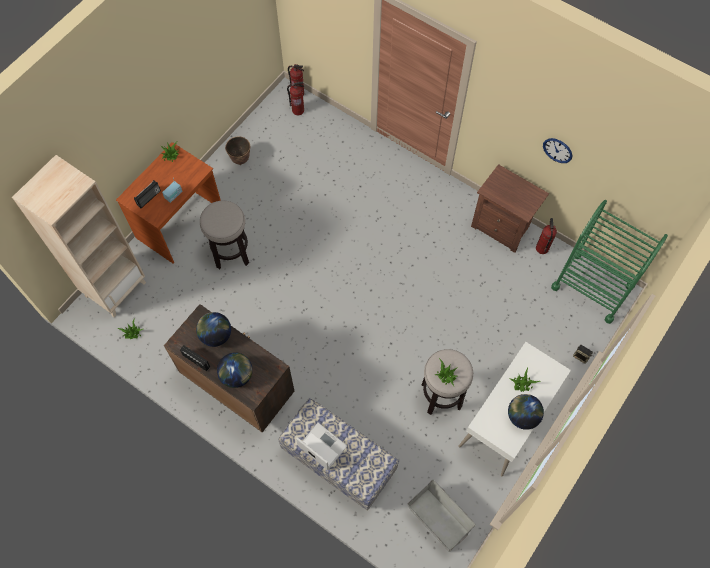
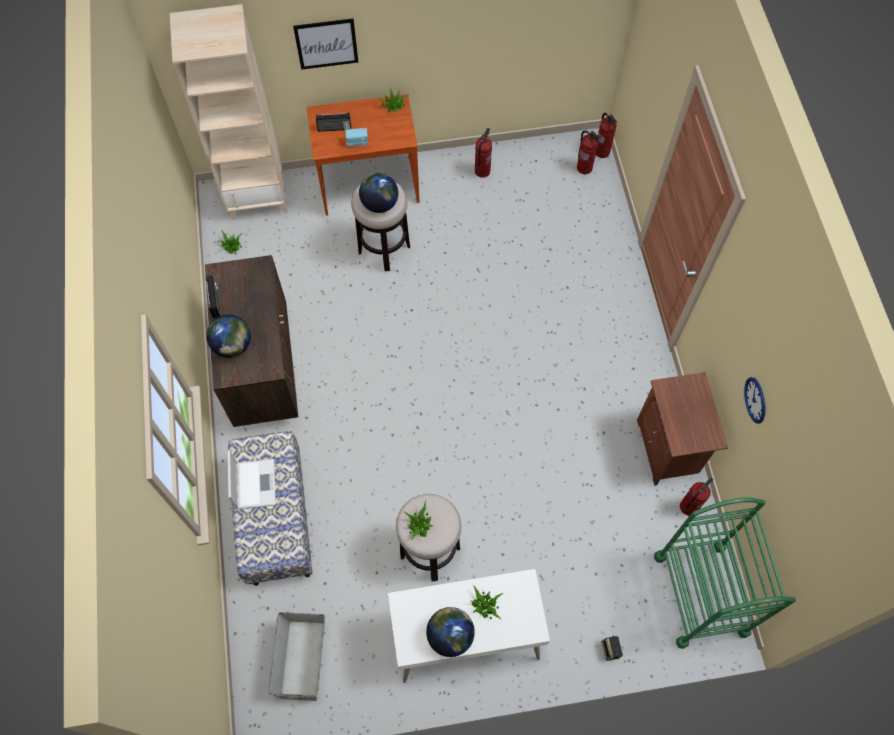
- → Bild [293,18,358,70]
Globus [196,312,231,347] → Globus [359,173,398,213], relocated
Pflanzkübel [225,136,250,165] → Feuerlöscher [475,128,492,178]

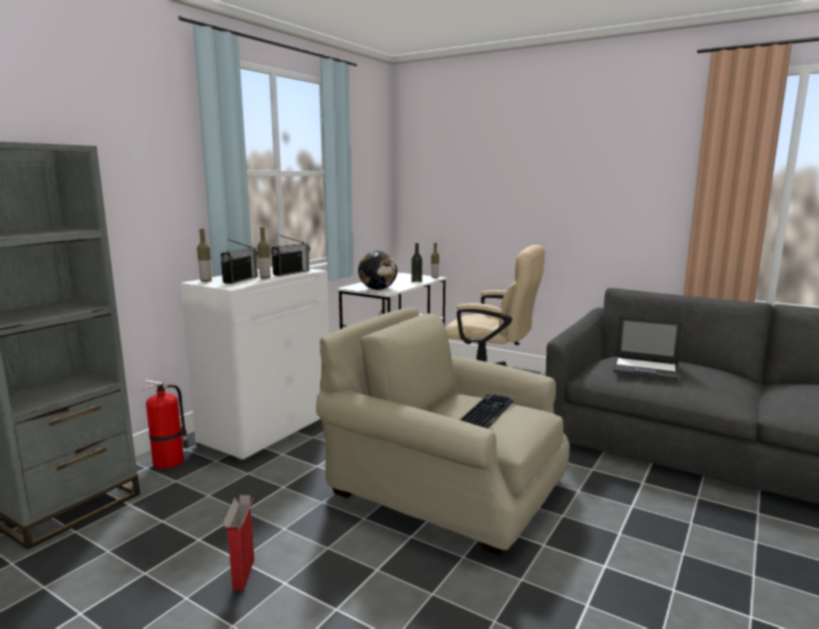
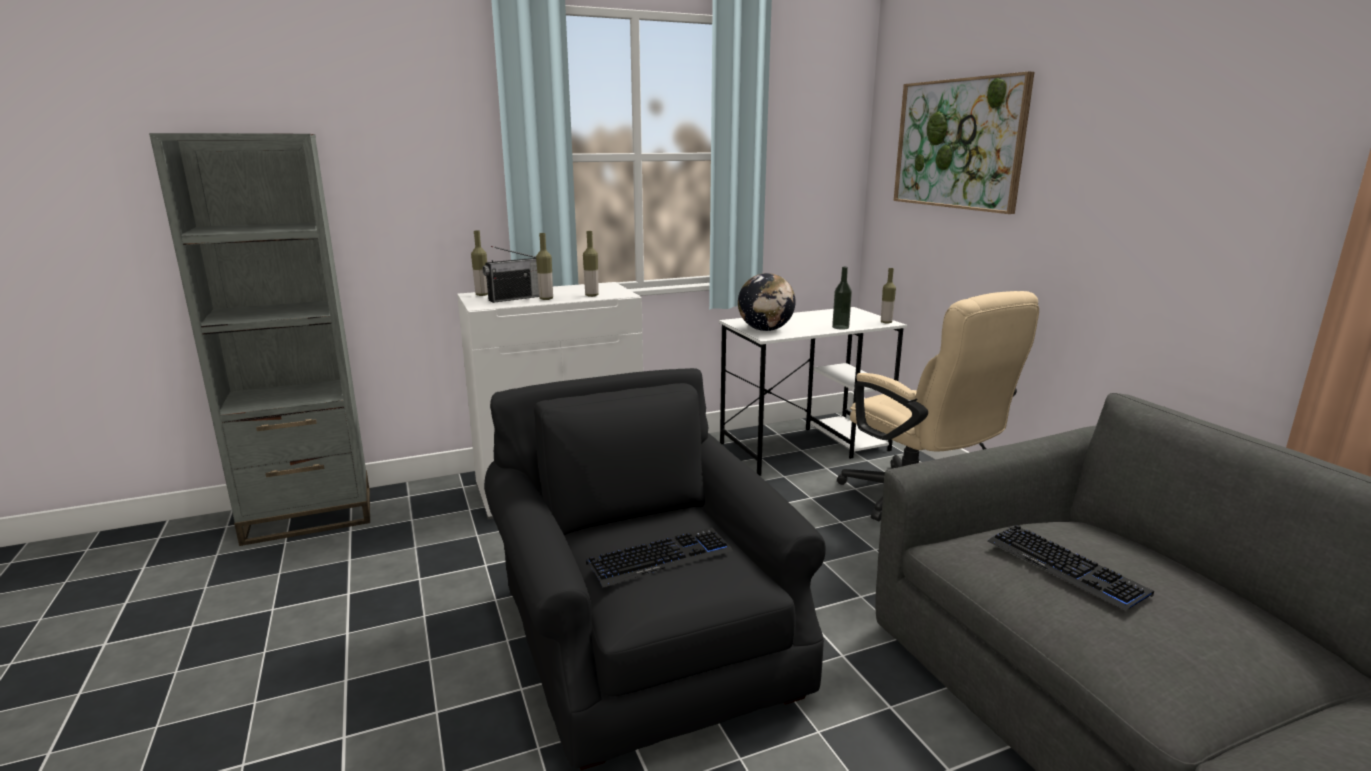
Sessel (beige) [316,307,569,555] → Sessel (schwarz) [484,368,826,770]
Radio [271,234,310,276] → Flasche [583,231,599,297]
- → Bild [894,72,1034,214]
Laptop [613,316,682,380] → Tastatur [987,525,1154,611]
Feuerlöscher [143,379,189,469] → -
Karton [223,495,254,590] → -

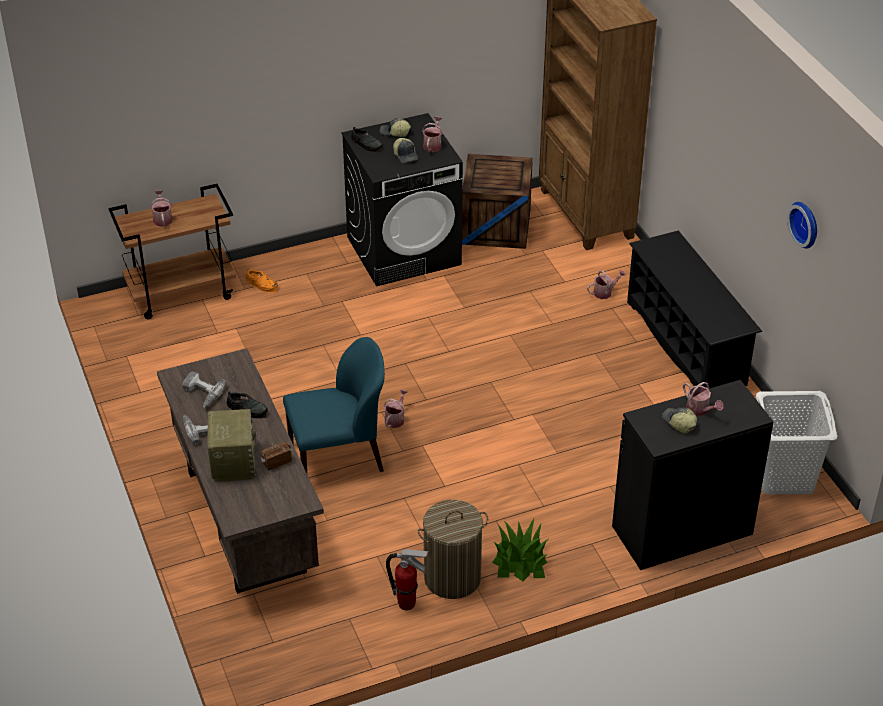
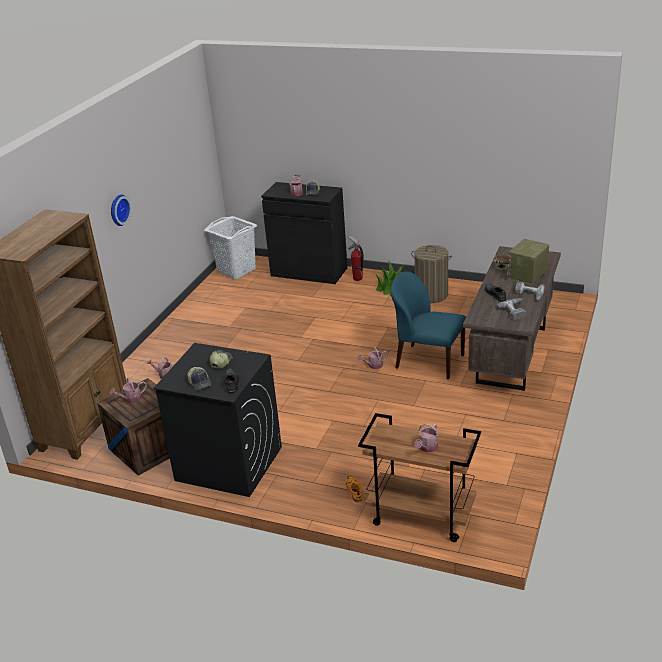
Gießkanne [422,117,443,152] → Gießkanne [110,378,147,403], relocated
Wanduhr [787,202,817,249] → Wanduhr [111,194,131,226], relocated
Feuerlöscher [386,549,429,611] → Feuerlöscher [347,235,364,281], relocated
Schuhregal (schwarz) [627,230,762,388] → -

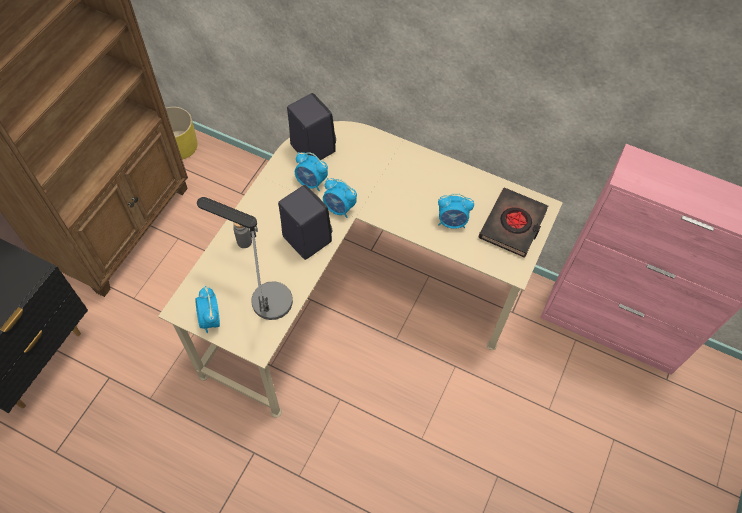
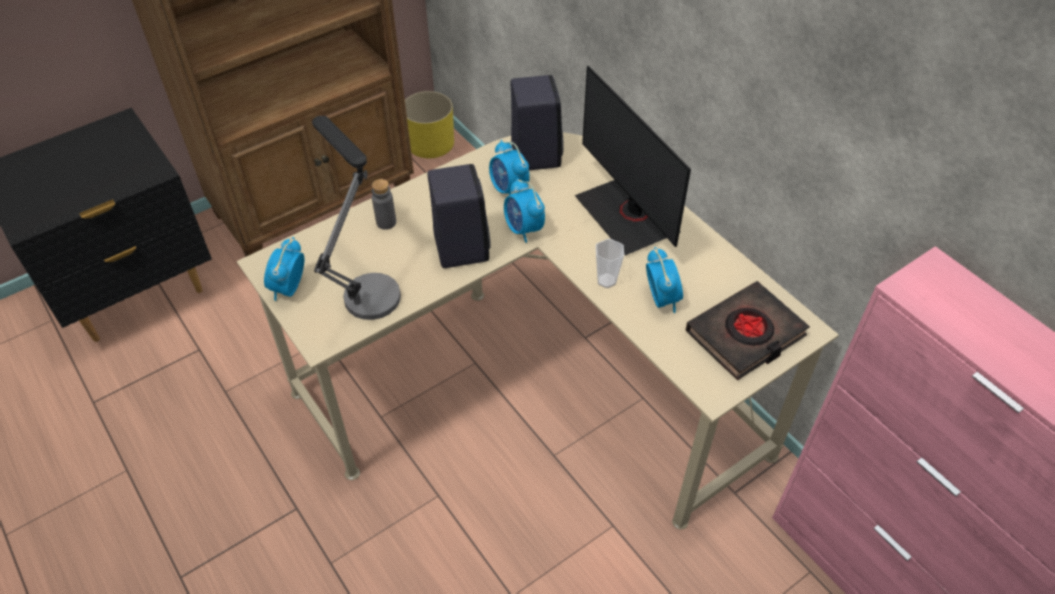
- → Monitor [575,66,691,256]
- → Tasse [596,239,624,288]
Wecker [438,193,474,229] → Wecker [646,247,683,313], 135 degrees counterclockwise

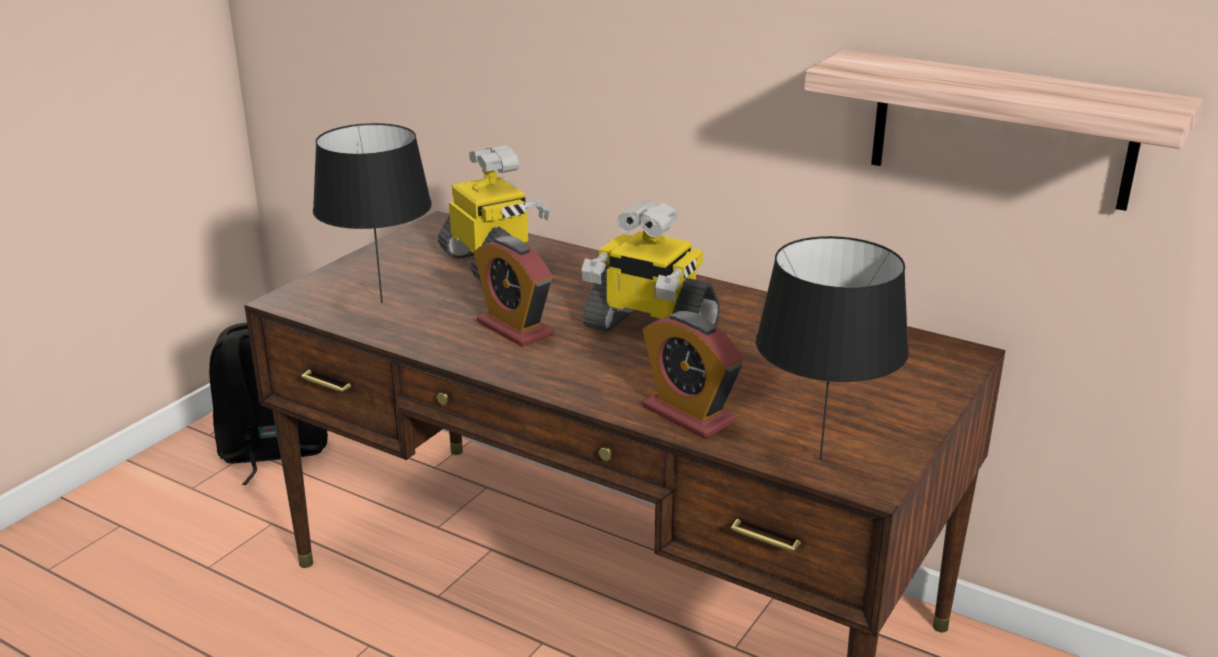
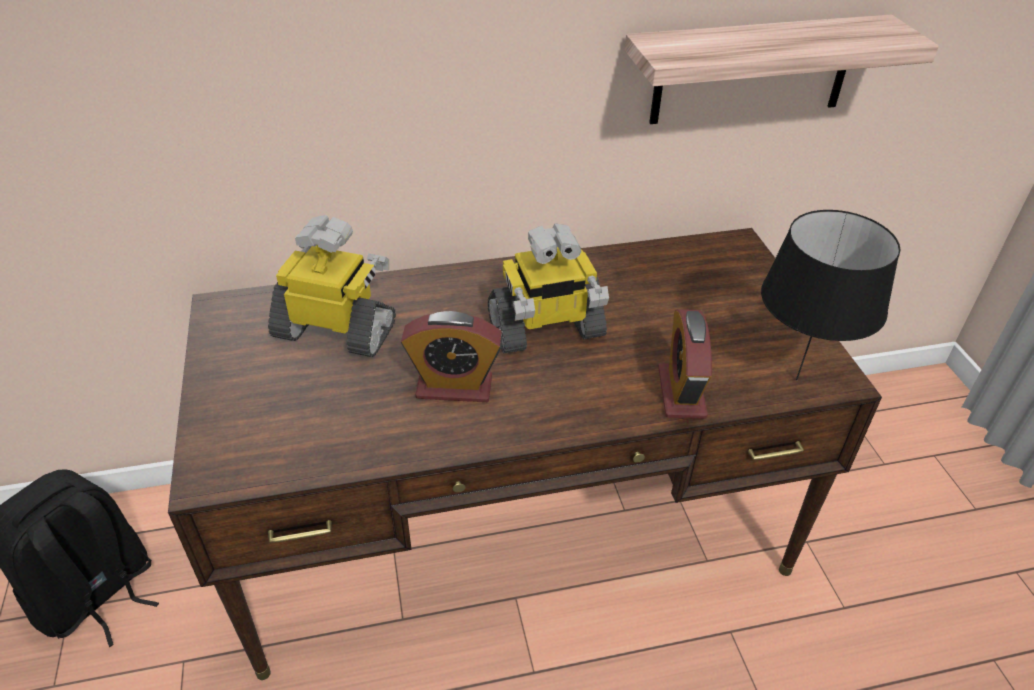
Wecker [642,311,743,438] → Wecker [658,309,712,419], 90 degrees clockwise
Tischlampe (schwarz) [313,123,432,303] → -

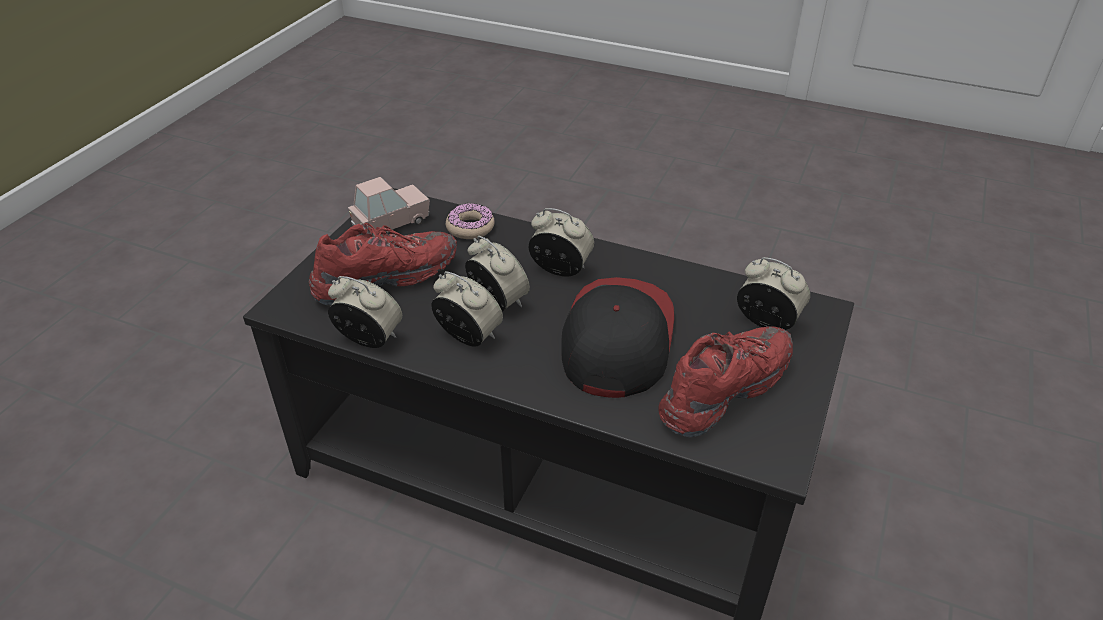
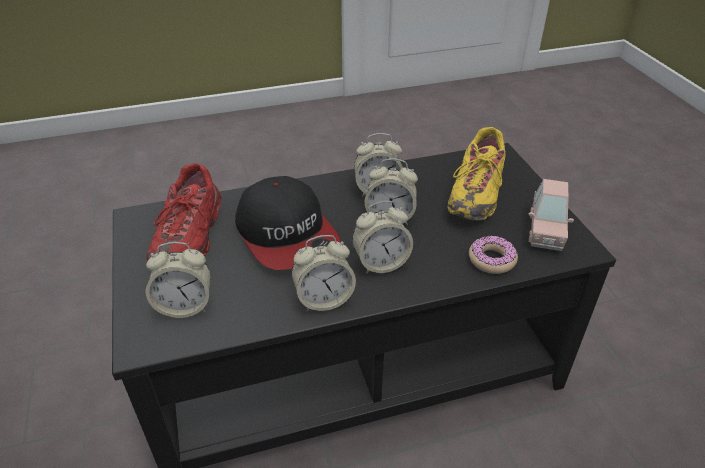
Wecker [328,276,402,348] → Wecker [292,235,356,311], relocated
Schuh (rot) [309,223,457,306] → Schuh (gelb) [447,127,505,221]

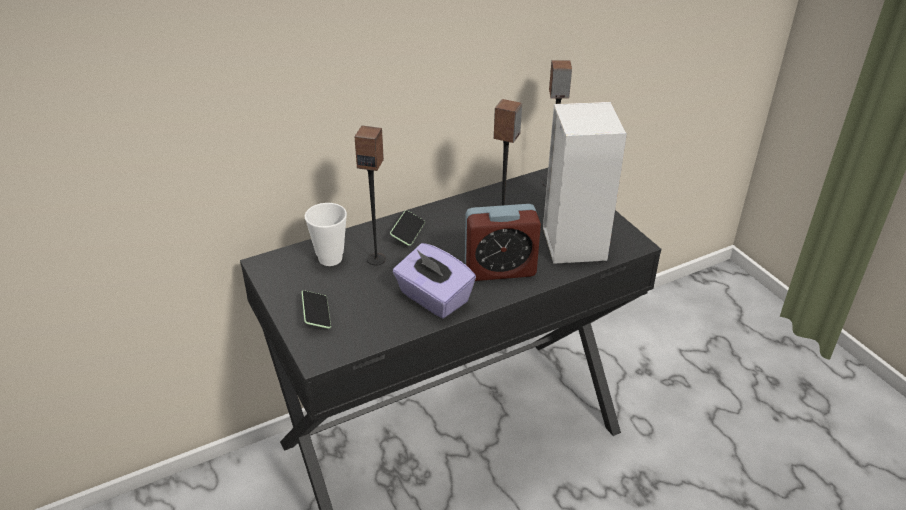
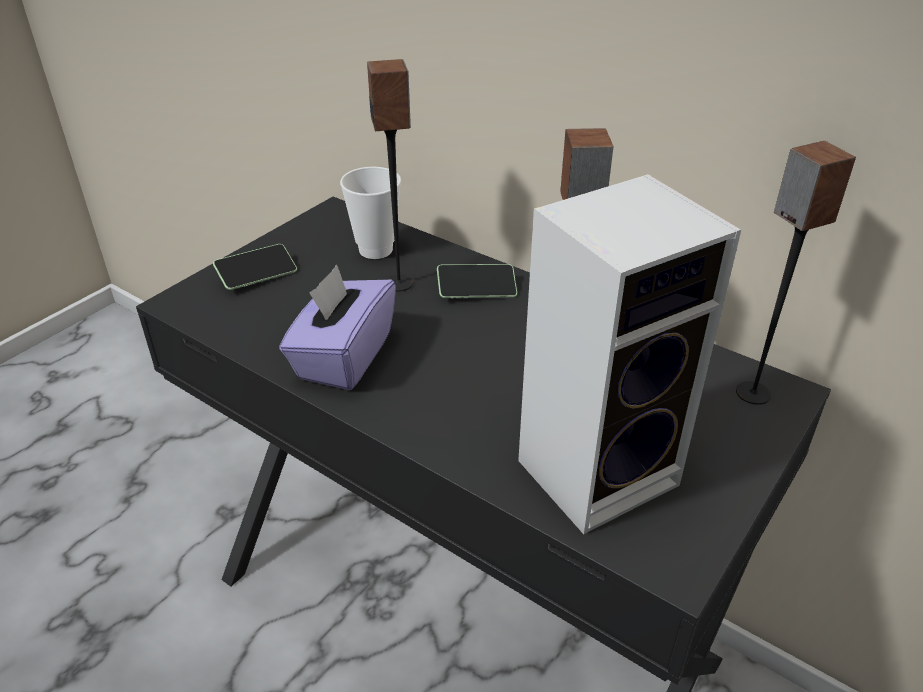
Wecker [465,204,541,281] → -

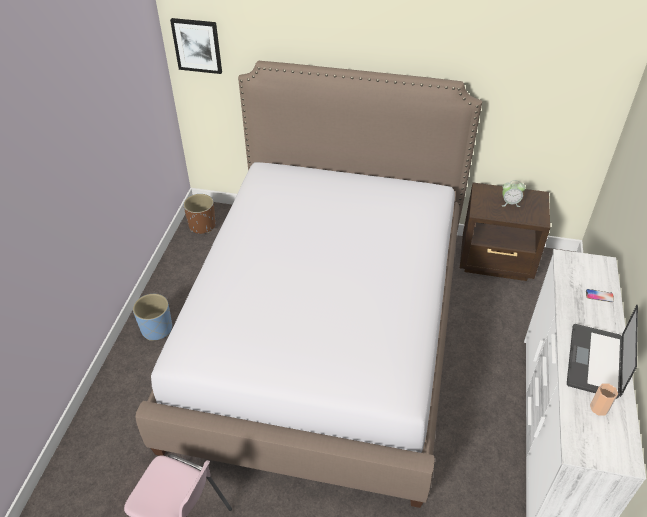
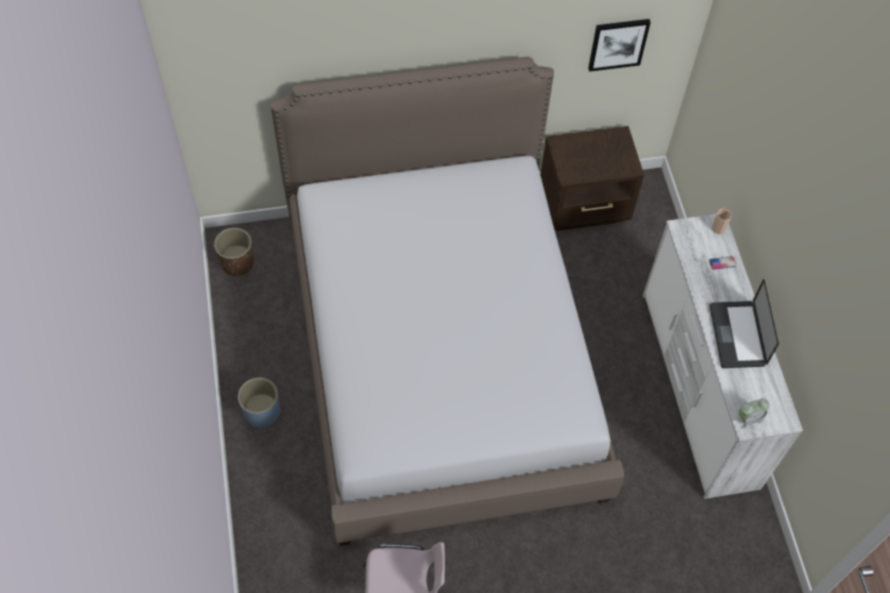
Bild [170,18,222,74] → Bild [588,19,651,72], relocated
Tasse [590,383,618,416] → Tasse [711,208,732,235], relocated
Wecker [502,180,526,207] → Wecker [739,398,770,429], relocated

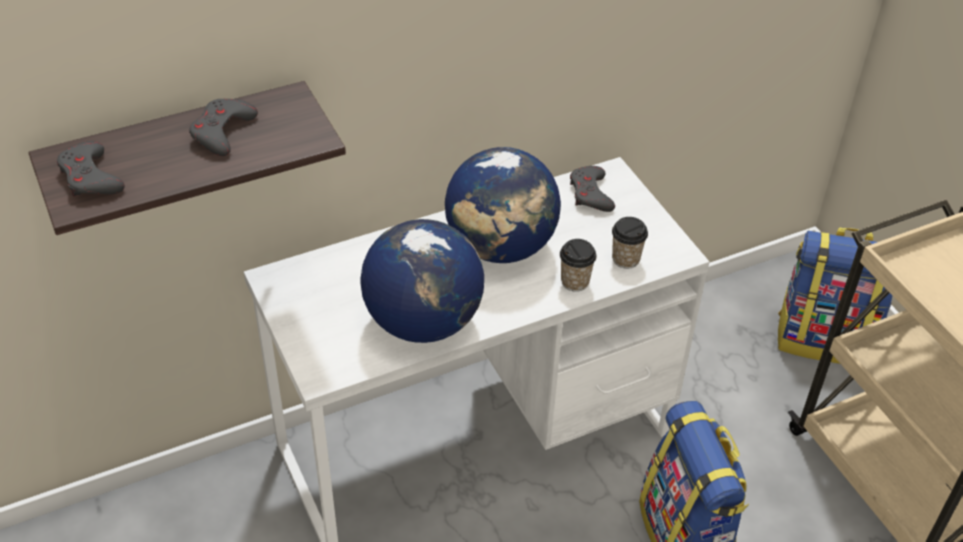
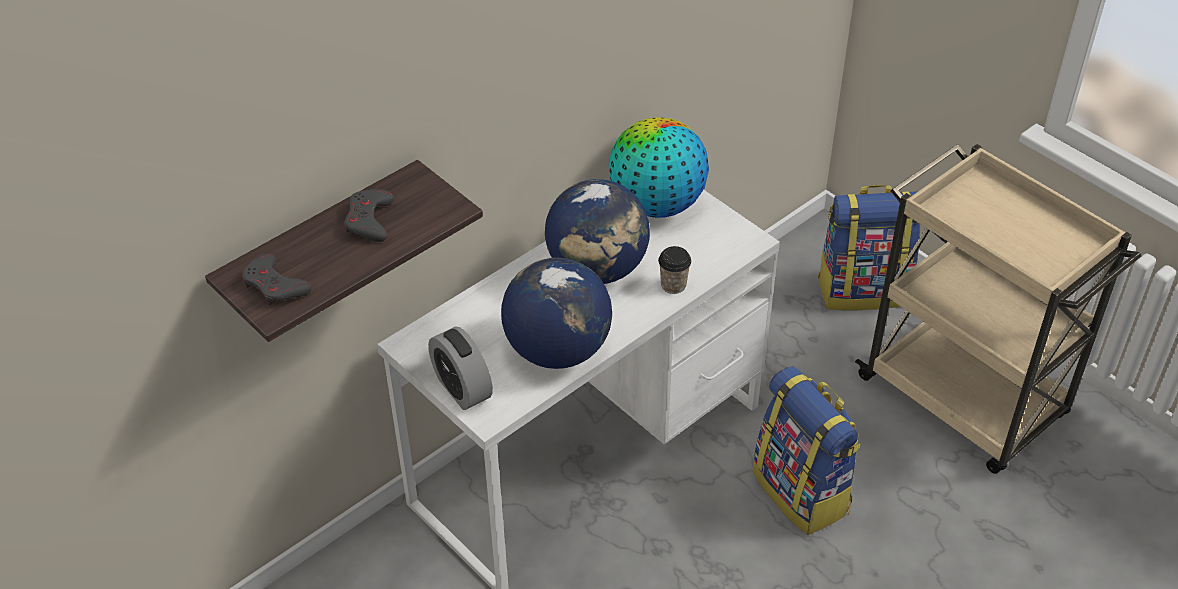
- → Wecker [428,326,493,410]
Gamepad (grau) [570,166,615,212] → Globus [609,117,709,218]
Tasse [612,217,648,269] → -

